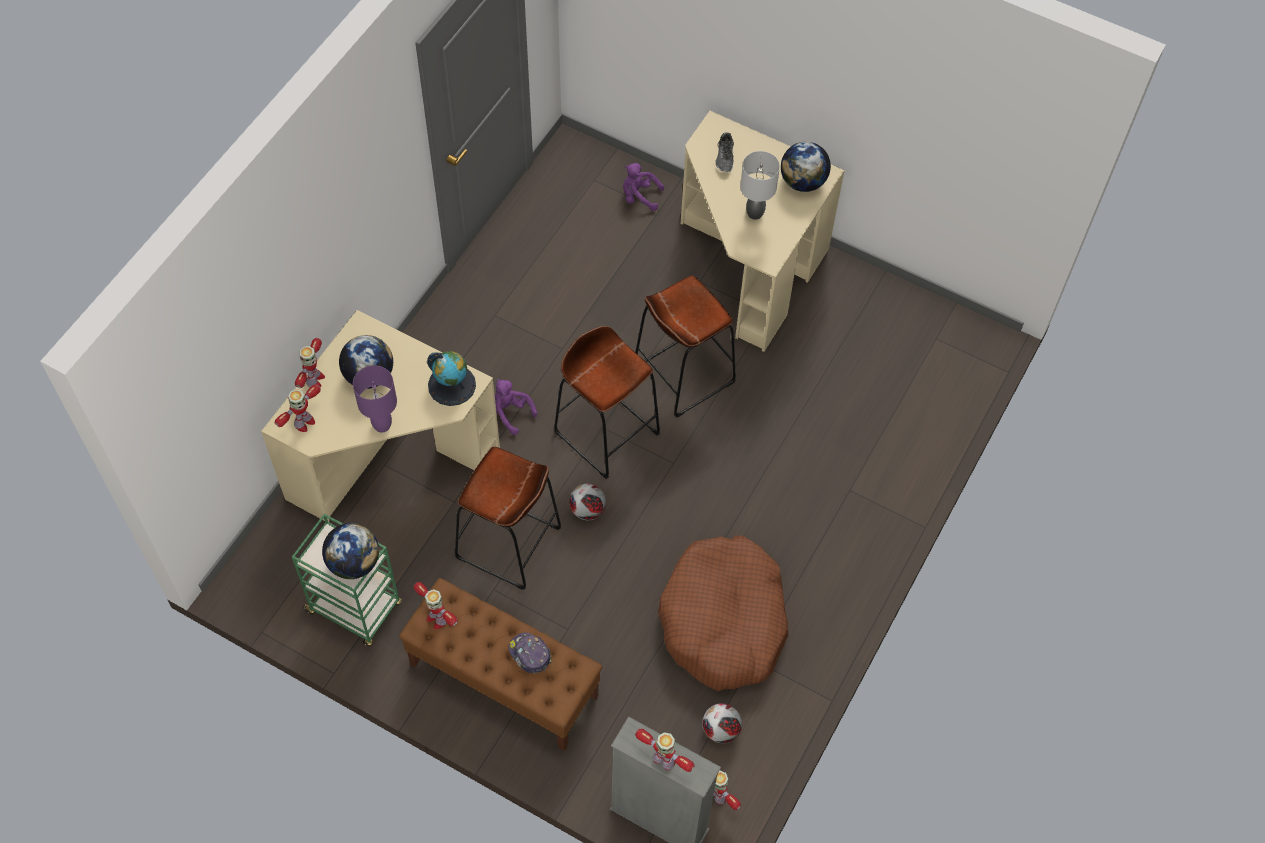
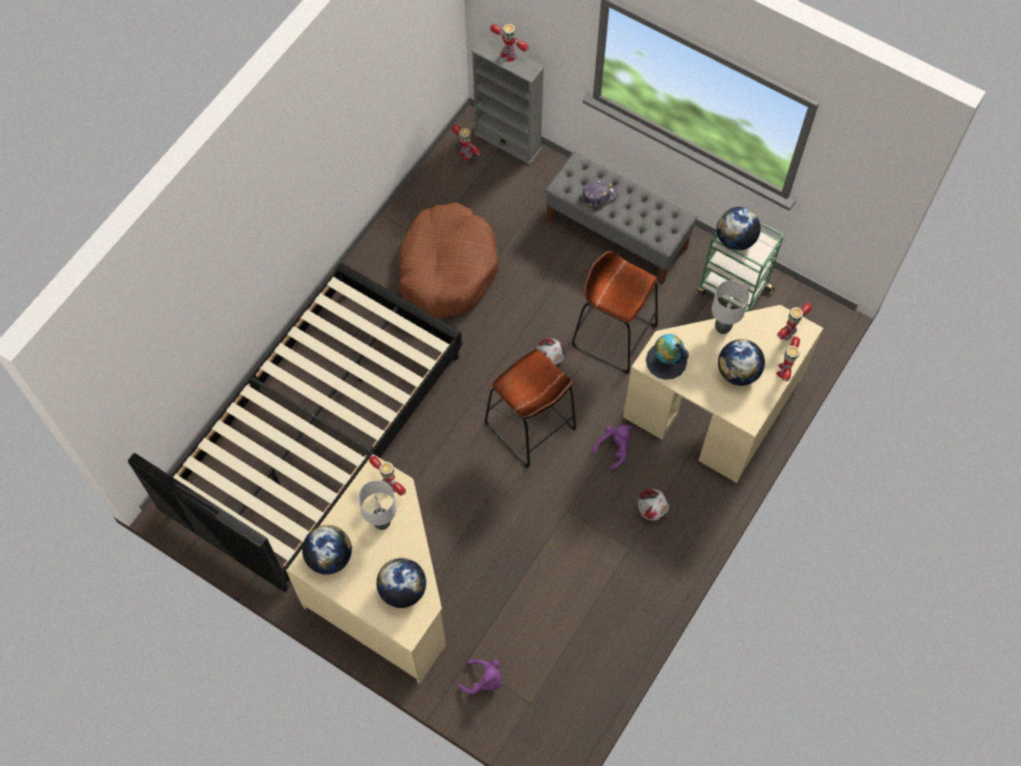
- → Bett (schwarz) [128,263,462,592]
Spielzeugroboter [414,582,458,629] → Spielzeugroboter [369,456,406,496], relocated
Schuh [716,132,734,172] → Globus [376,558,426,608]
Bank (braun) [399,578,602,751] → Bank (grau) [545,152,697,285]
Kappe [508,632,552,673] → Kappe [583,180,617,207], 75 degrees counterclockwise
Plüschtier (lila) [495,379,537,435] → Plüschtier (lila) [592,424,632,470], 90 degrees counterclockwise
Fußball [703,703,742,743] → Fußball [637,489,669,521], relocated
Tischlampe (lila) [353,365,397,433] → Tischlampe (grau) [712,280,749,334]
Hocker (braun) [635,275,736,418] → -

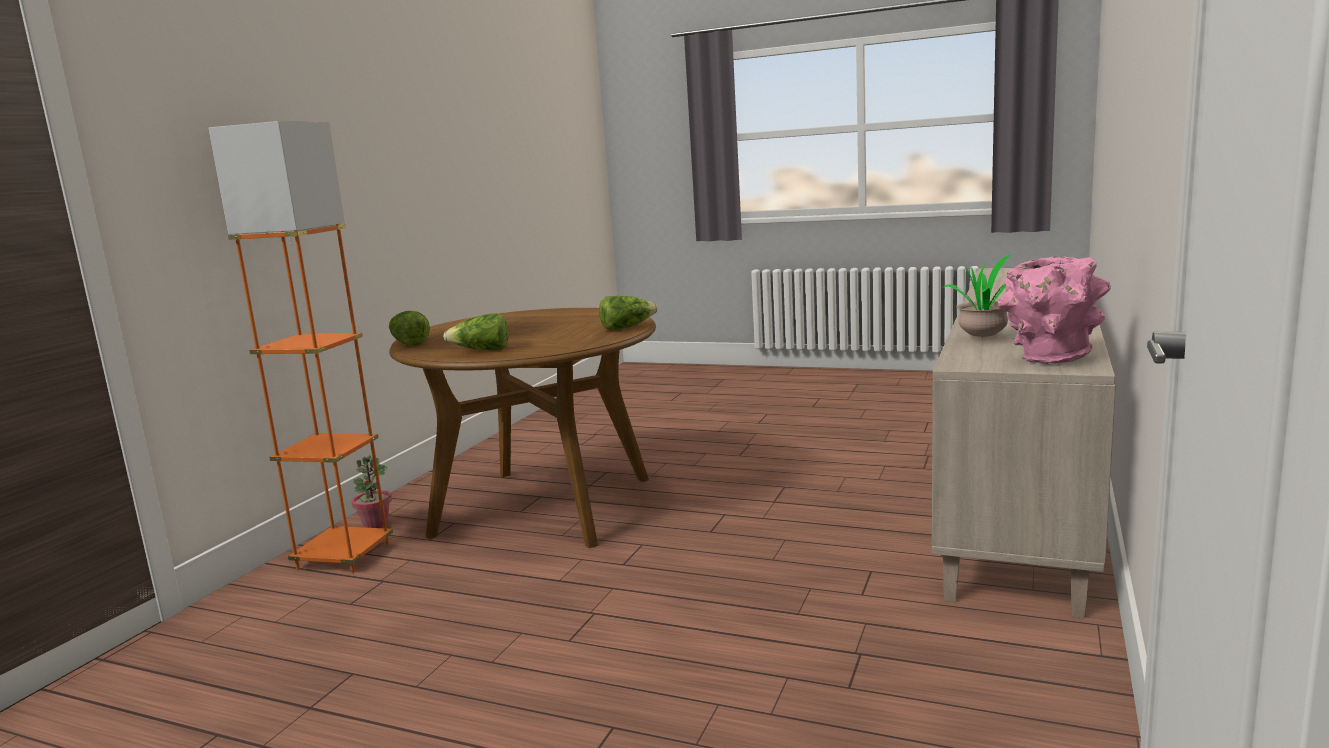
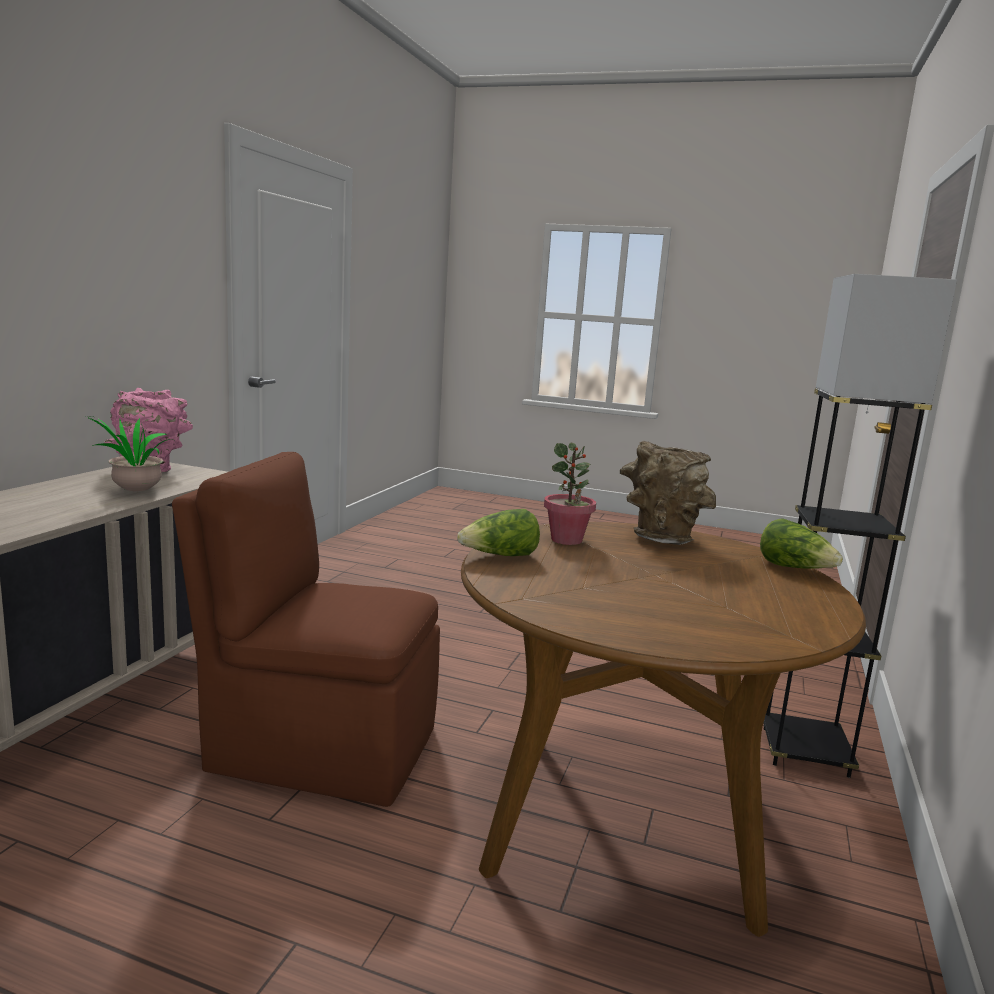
- → Stuhl (braun) [172,452,440,807]
Topfpflanze [351,455,392,528] → Topfpflanze [544,442,596,545], relocated
Salatkopf [443,313,508,350] → Vase (braun) [620,441,716,545]
Stehlampe (orange) [208,121,393,573] → Stehlampe (schwarz) [764,274,957,778]

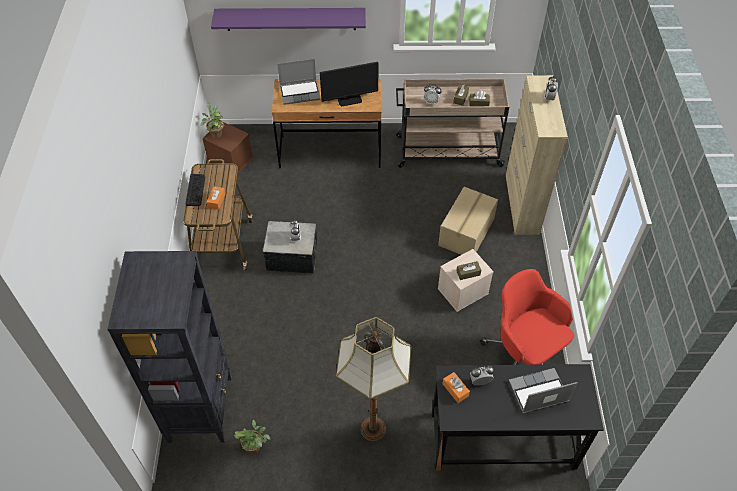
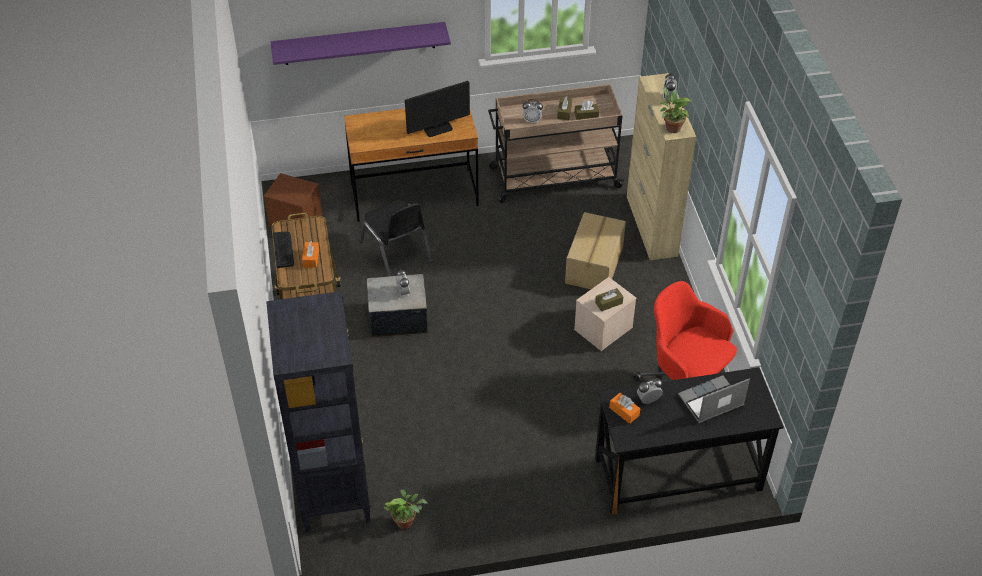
- → Stuhl (schwarz) [360,200,432,277]
Topfpflanze [200,102,224,138] → Topfpflanze [660,87,692,133], relocated
Laptop [277,59,321,105] → -
Stehlampe [336,317,411,442] → -

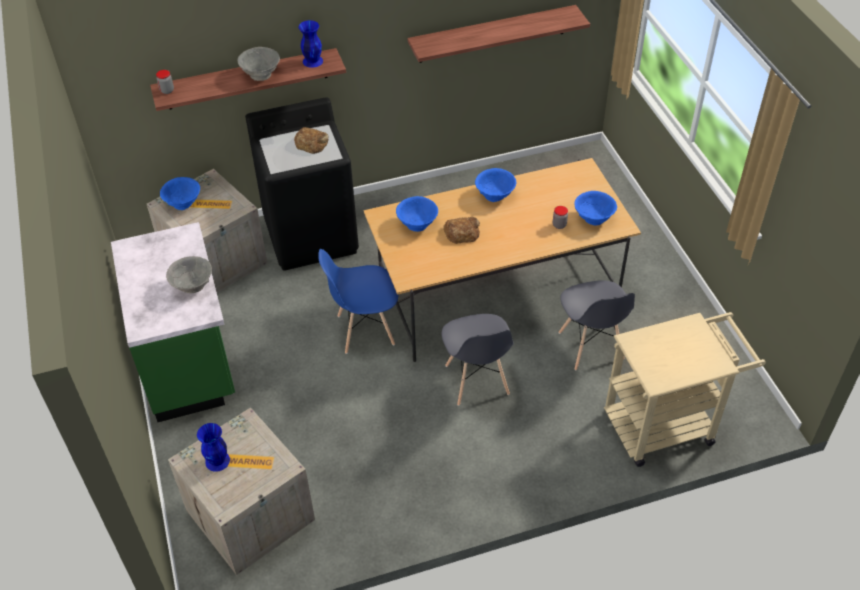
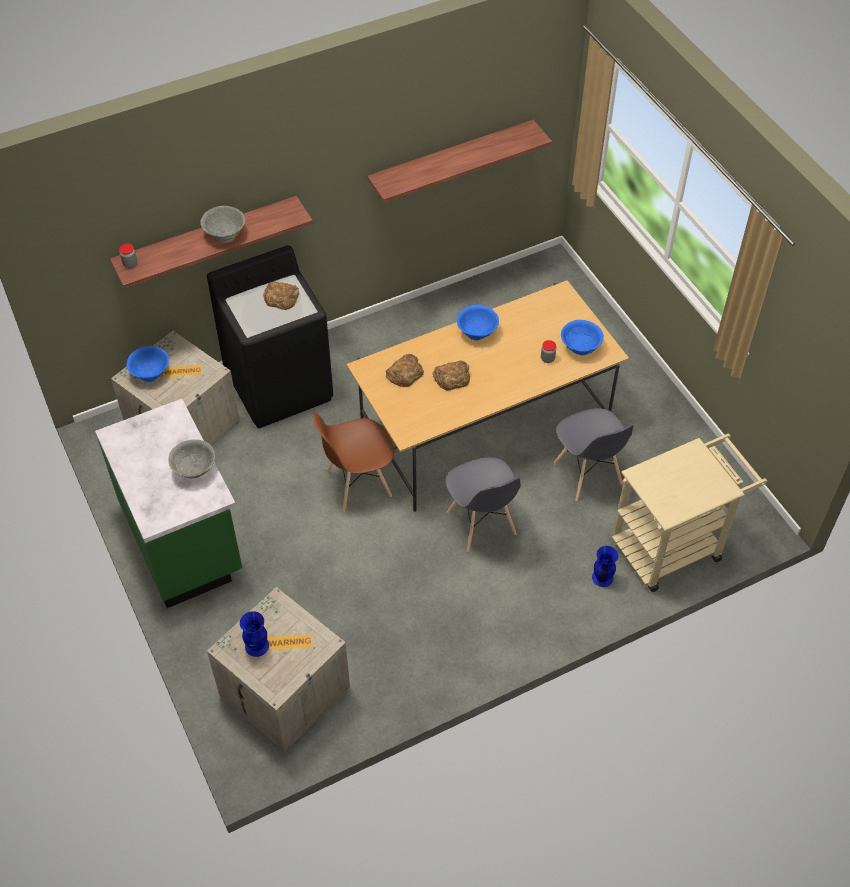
Stuhl (blau) [318,249,398,354] → Stuhl (braun) [313,412,394,512]
Schüssel (blau) [396,196,438,232] → Brot [386,354,424,387]
Vase (blau) [299,20,323,68] → Vase (blau) [592,546,618,587], relocated

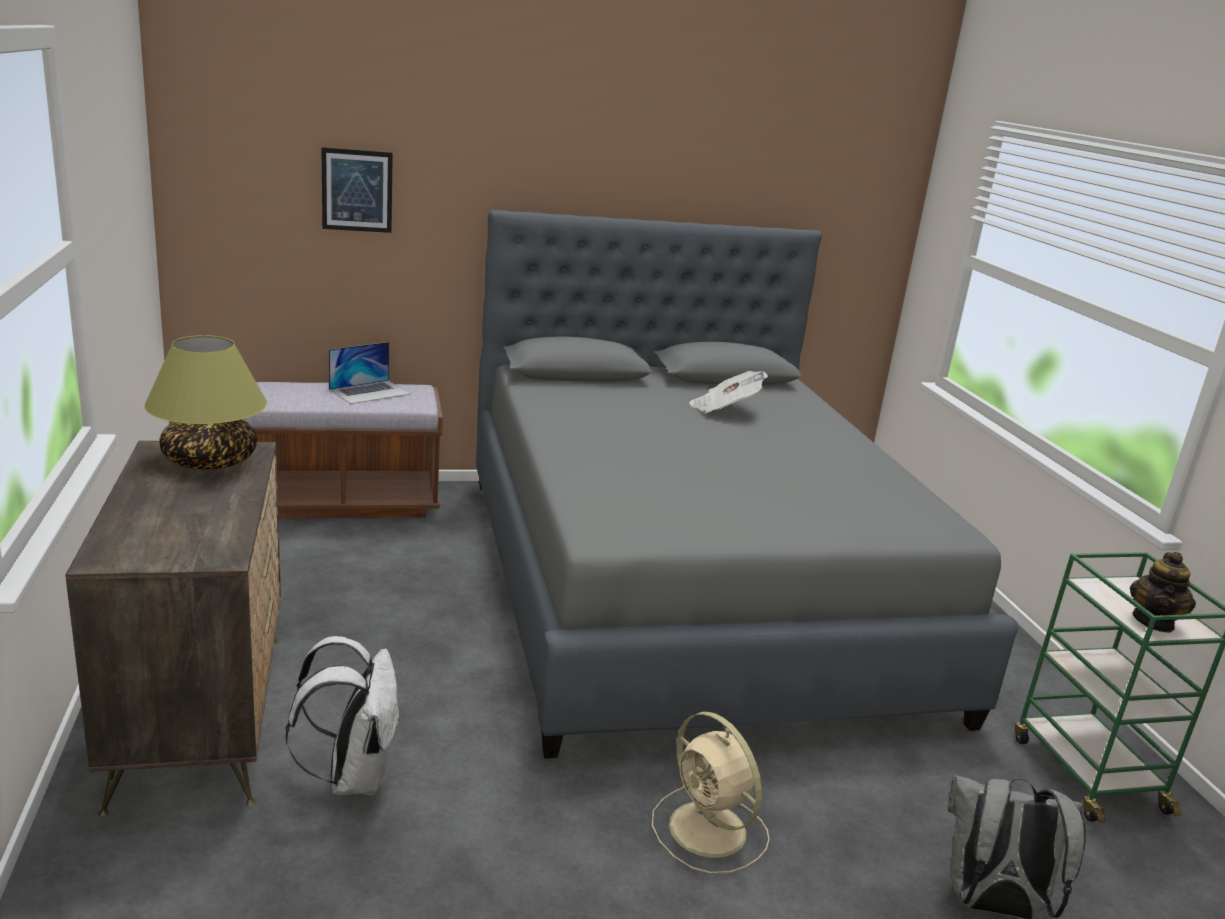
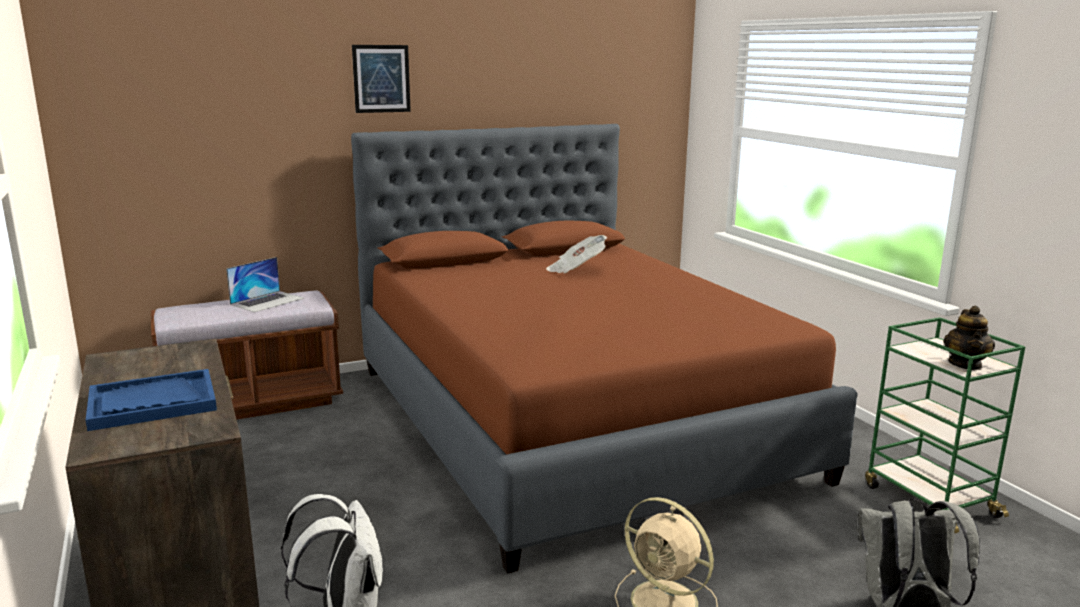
- → Tablett (blau) [86,369,217,431]
Bett (grau) [476,210,1018,758] → Bett (braun) [351,124,858,574]
Bild [321,147,393,233] → Bild [352,45,411,113], relocated
Tischlampe [144,335,267,470] → -

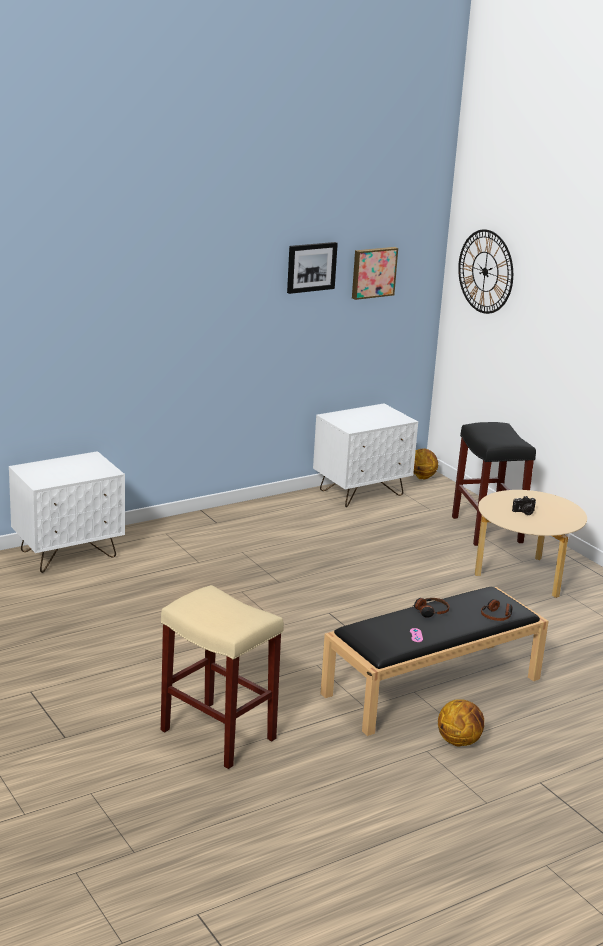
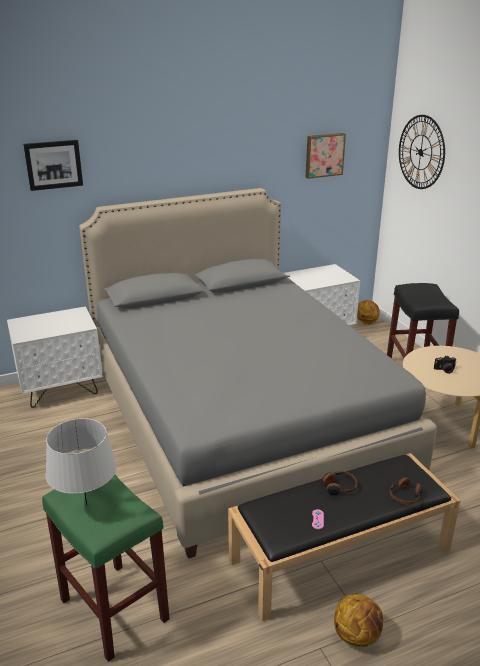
Bild [287,242,338,294] → Bild [23,140,83,191], relocated
Hocker (beige) [161,585,284,769] → Hocker (grün) [42,474,170,662]
- → Tischlampe (grau) [46,418,117,505]
- → Bett (grau) [79,188,437,559]

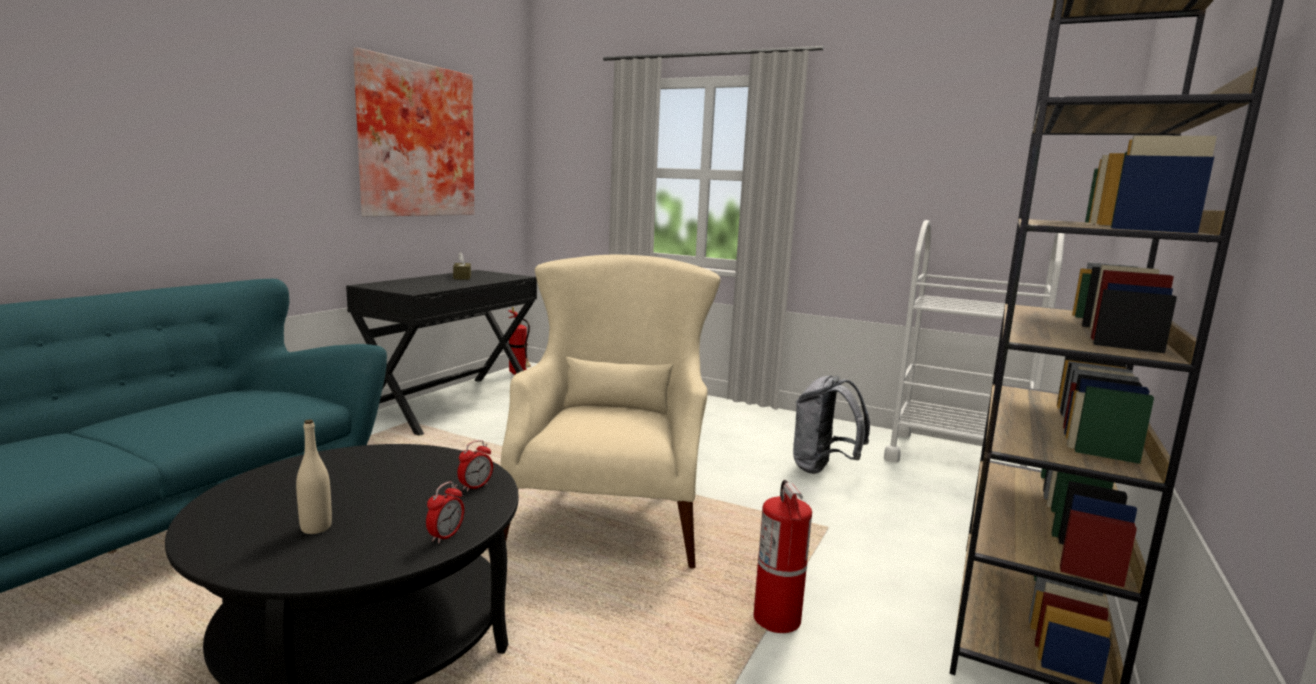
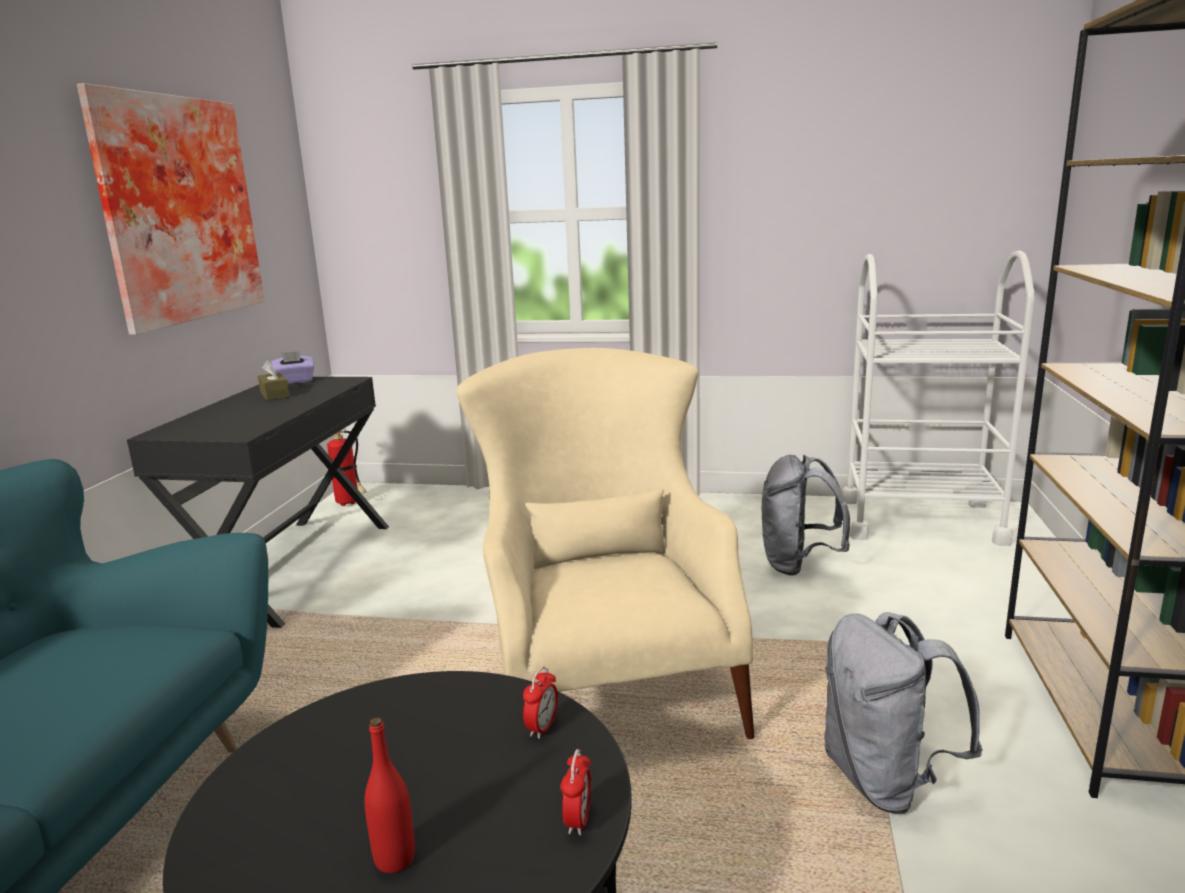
- → Taschentuchbox (lila) [271,351,314,384]
Flasche (beige) [296,420,332,534] → Flasche (rot) [365,718,415,873]
Feuerlöscher [754,480,812,633] → Rucksack (grau) [824,612,983,814]

